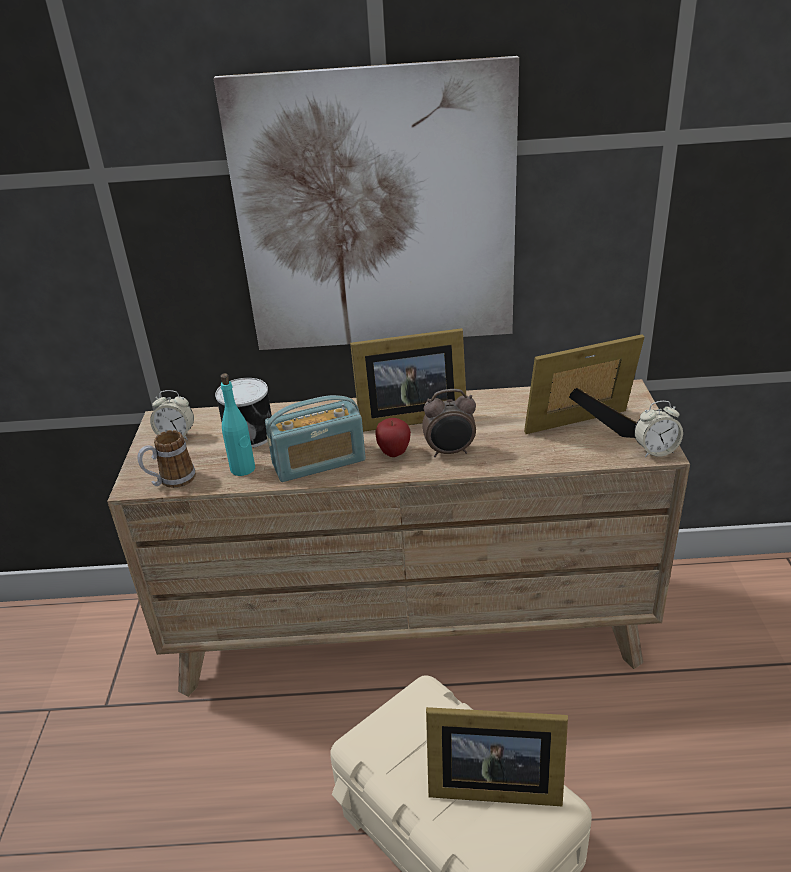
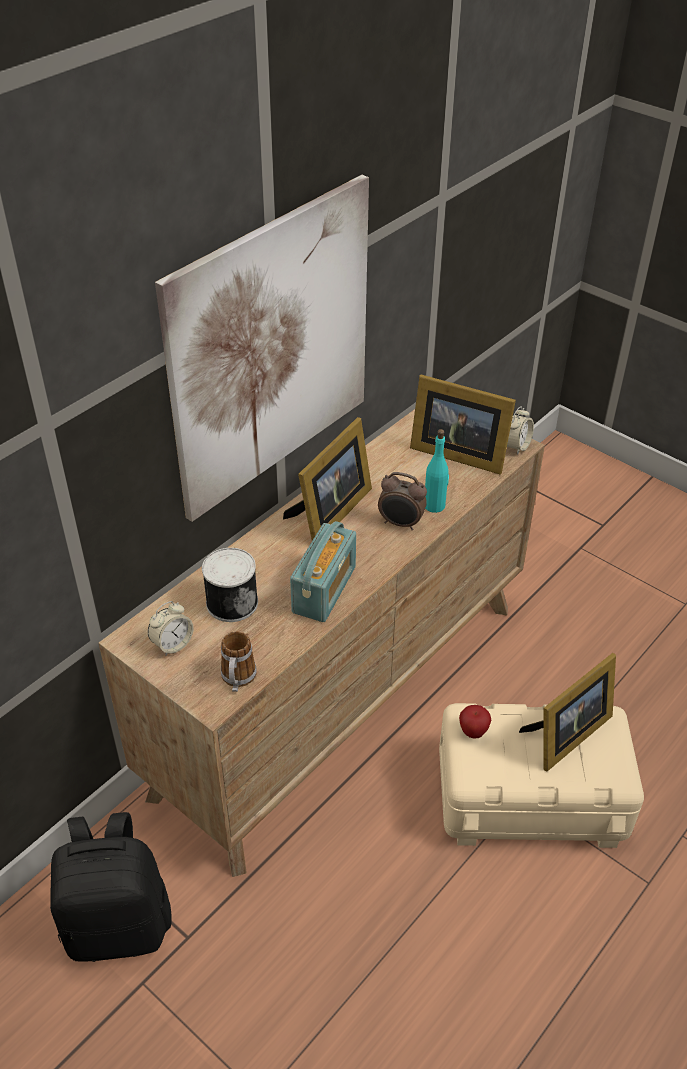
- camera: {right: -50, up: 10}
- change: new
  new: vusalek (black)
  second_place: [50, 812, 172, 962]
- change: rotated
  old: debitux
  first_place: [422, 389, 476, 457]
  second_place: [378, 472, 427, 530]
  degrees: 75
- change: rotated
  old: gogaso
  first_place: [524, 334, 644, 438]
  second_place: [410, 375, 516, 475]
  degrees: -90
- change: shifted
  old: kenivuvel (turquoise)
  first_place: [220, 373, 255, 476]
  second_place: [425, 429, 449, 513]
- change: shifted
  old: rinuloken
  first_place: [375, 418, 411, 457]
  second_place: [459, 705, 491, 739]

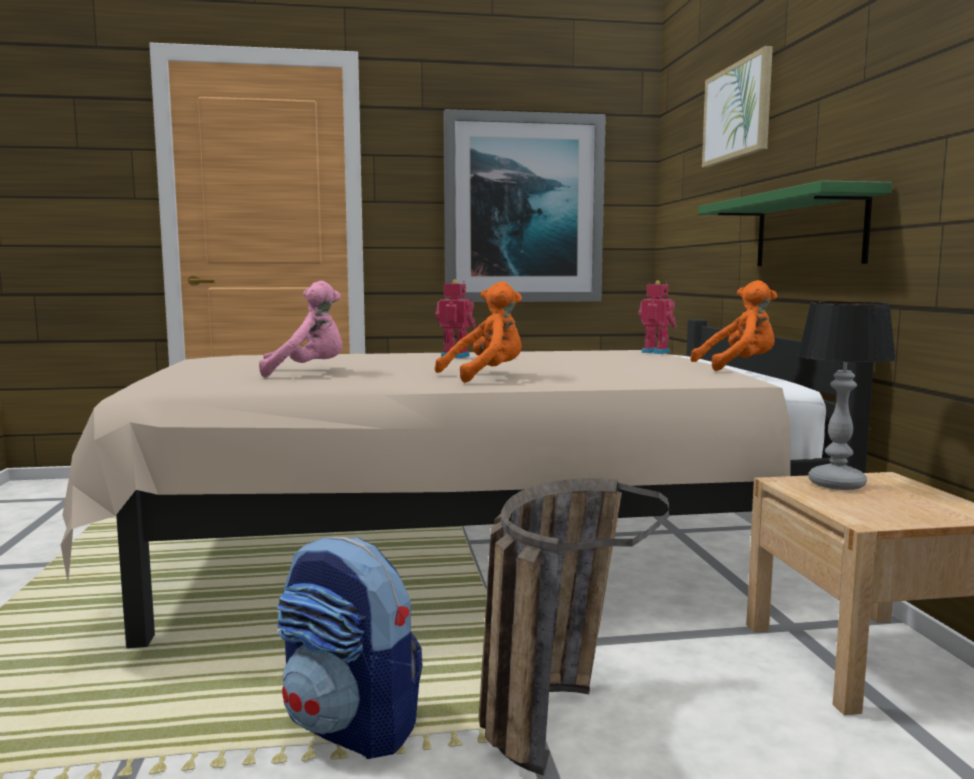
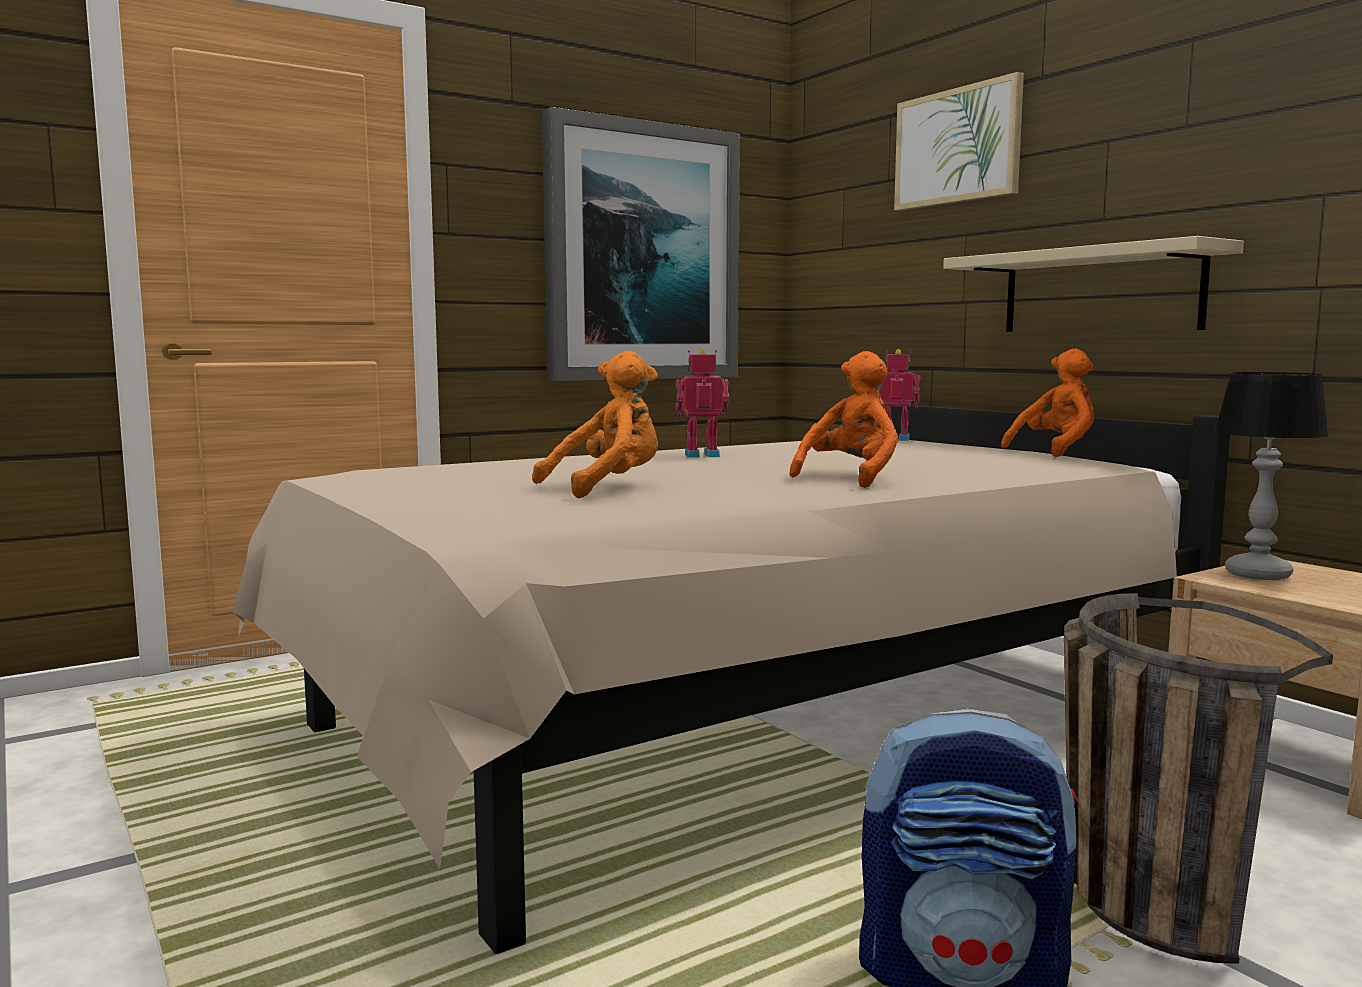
- camera: {right: -25, up: 0}
- change: repainted
  old: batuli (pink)
  new: batuli (orange)
  first_place: [259, 281, 343, 377]
  second_place: [532, 351, 658, 498]
- change: repainted
  old: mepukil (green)
  new: mepukil (beige)
  first_place: [698, 180, 892, 266]
  second_place: [943, 236, 1244, 332]

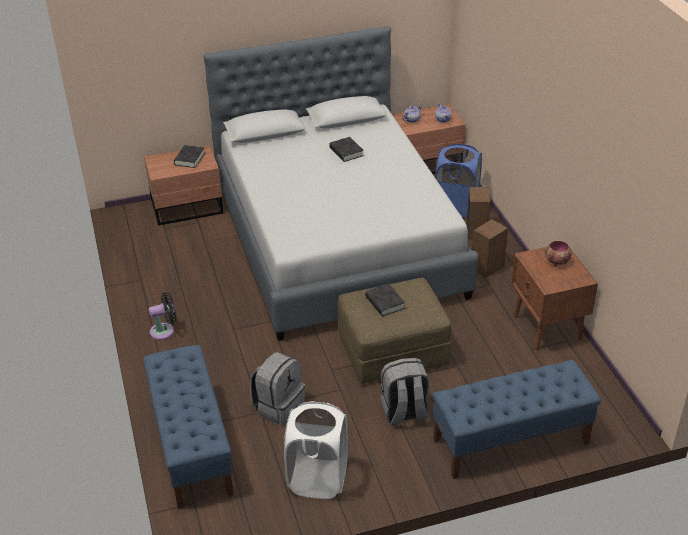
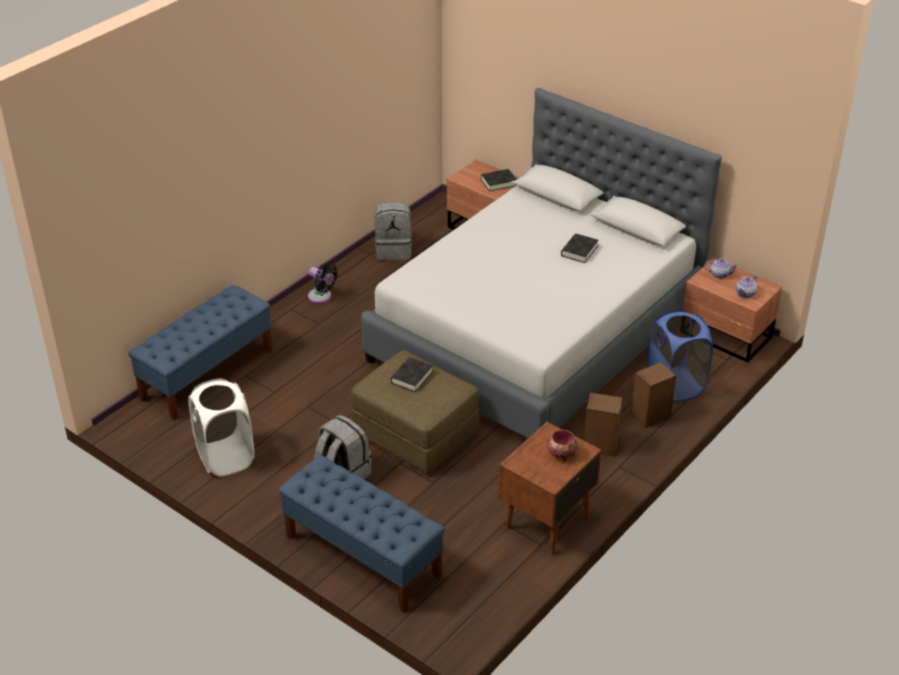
- camera: {right: 55, up: 0}
- change: shifted
  old: vusalek (grey)
  first_place: [250, 352, 305, 426]
  second_place: [375, 201, 412, 260]

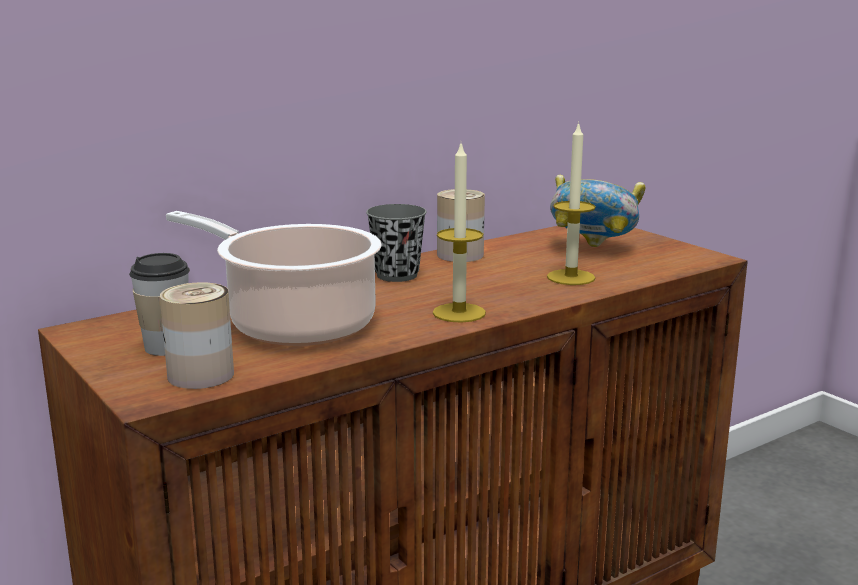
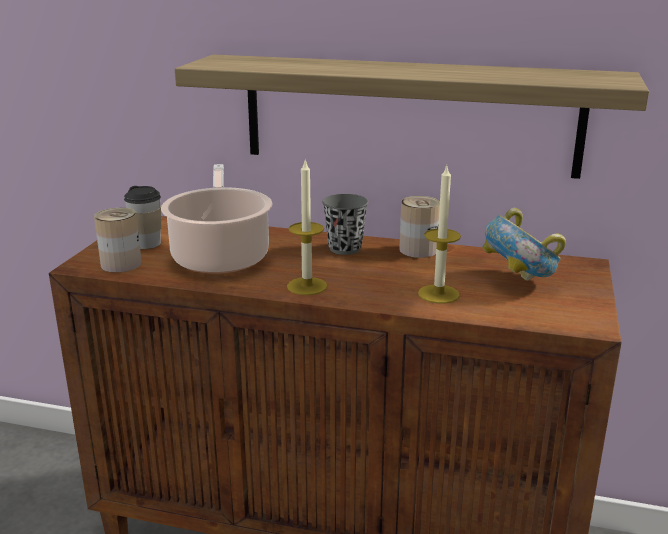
- camera: {right: 50, up: 5}
- change: new
  new: mepukil
  second_place: [175, 55, 649, 179]

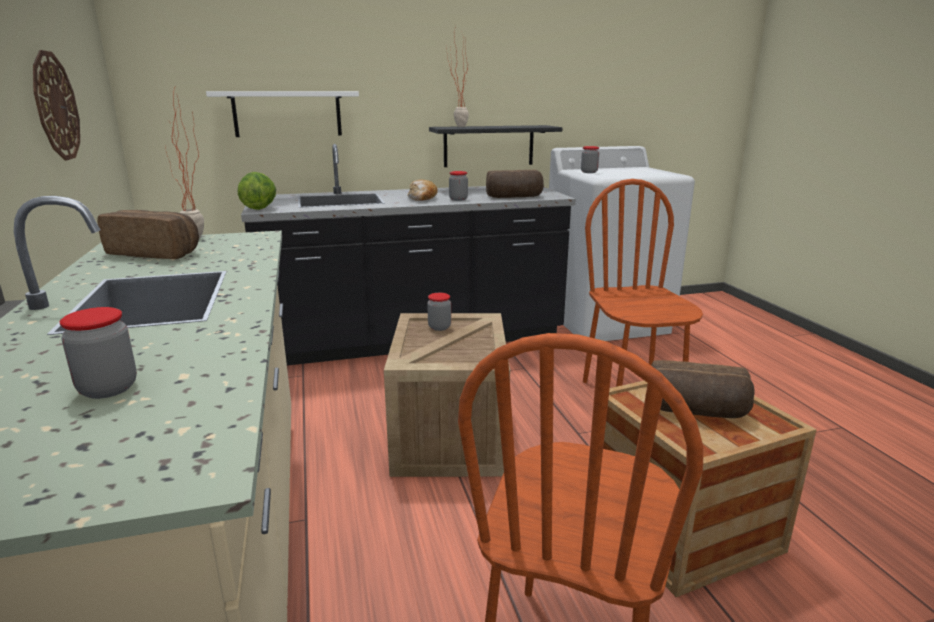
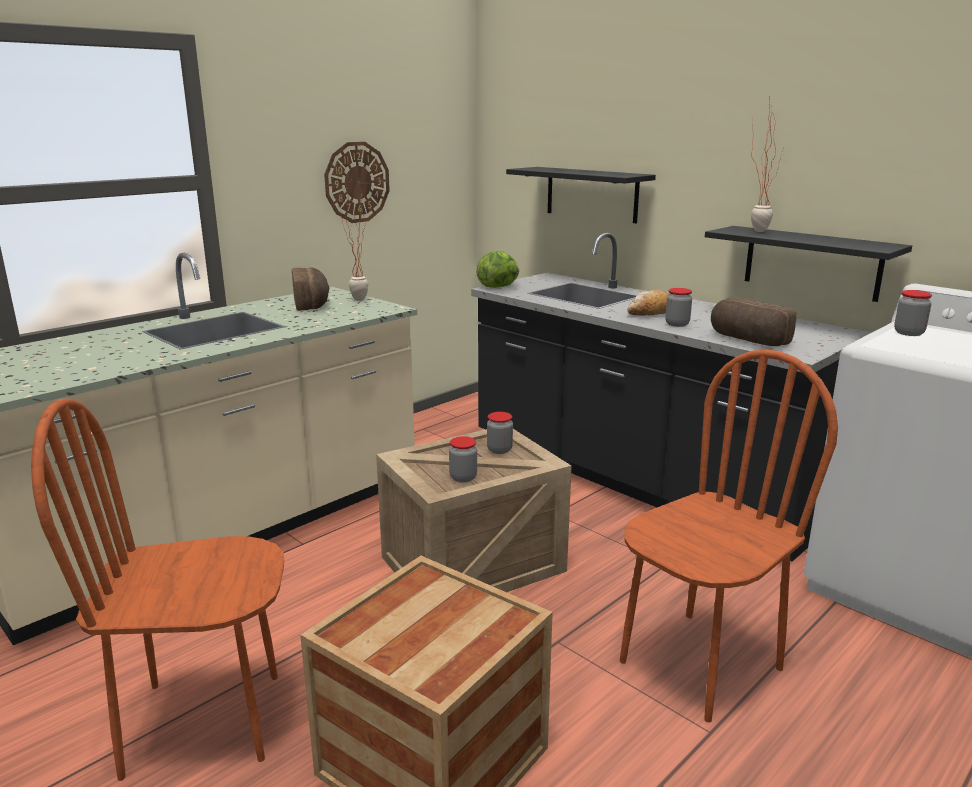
- camera: {right: 60, up: 0}
- change: shifted
  old: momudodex
  first_place: [60, 307, 137, 399]
  second_place: [449, 436, 477, 482]
- change: repainted
  old: mepukil (white)
  new: mepukil (black)
  first_place: [206, 91, 359, 137]
  second_place: [506, 167, 656, 223]
- change: gone
  old: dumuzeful
  first_place: [651, 360, 755, 418]

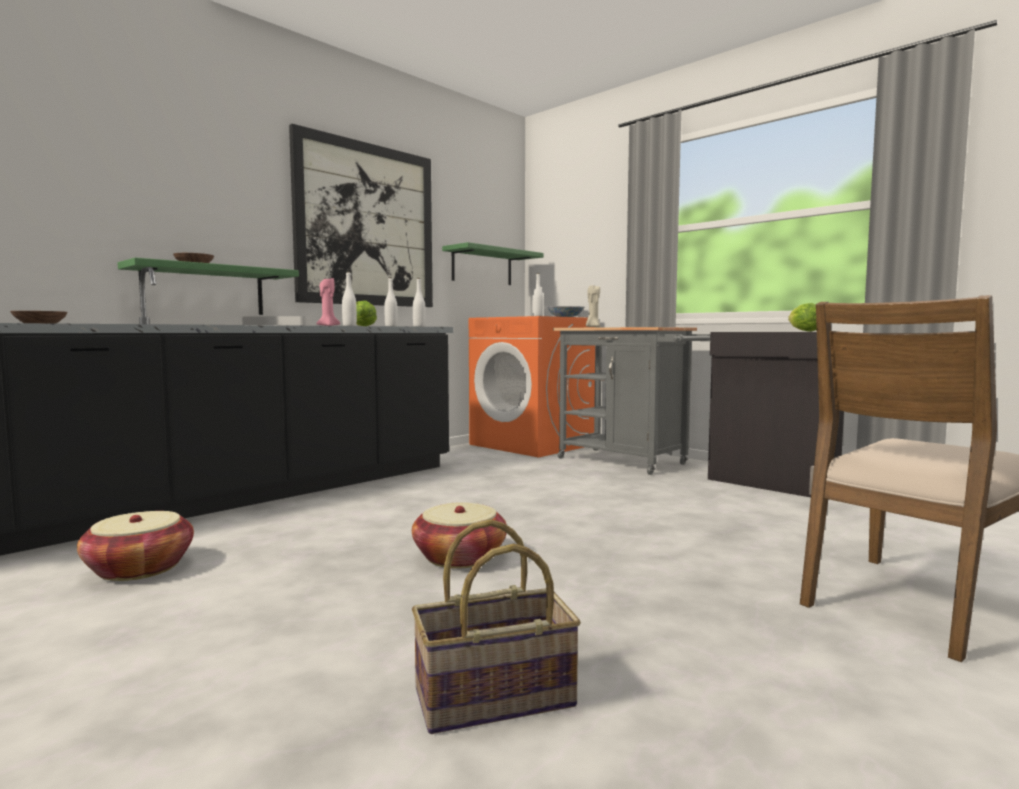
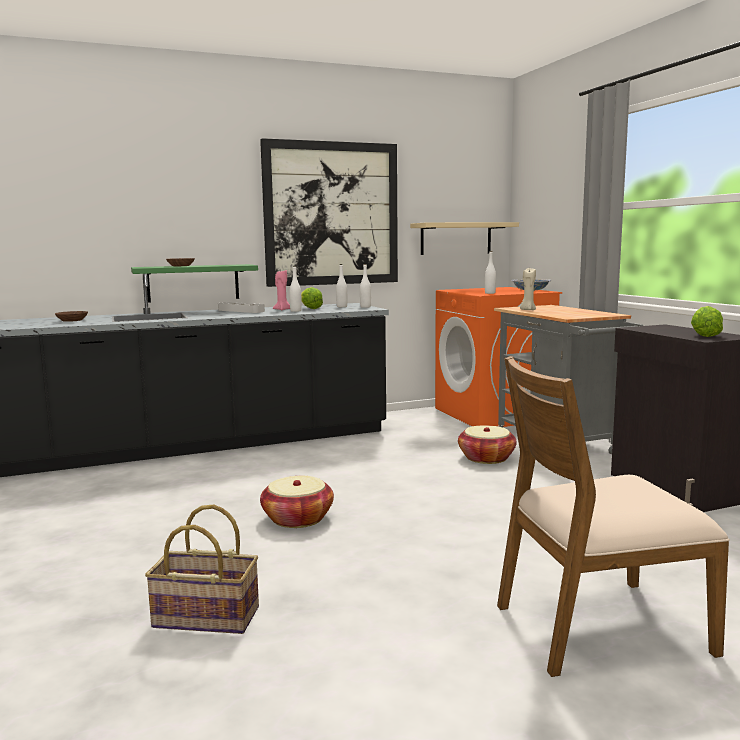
- camera: {right: 25, up: 5}
- change: repainted
  old: mepukil (green)
  new: mepukil (beige)
  first_place: [442, 242, 543, 285]
  second_place: [410, 222, 519, 255]
- change: shifted
  old: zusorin
  first_place: [77, 511, 194, 581]
  second_place: [458, 426, 517, 464]

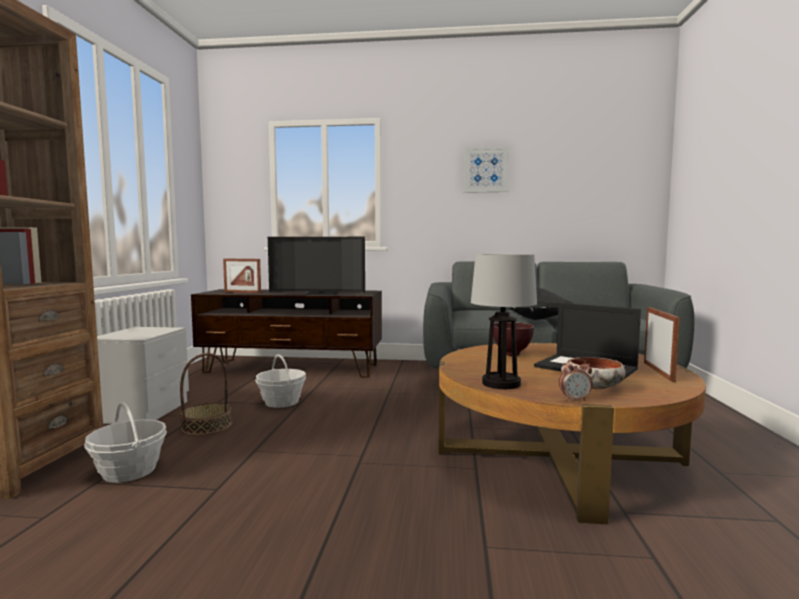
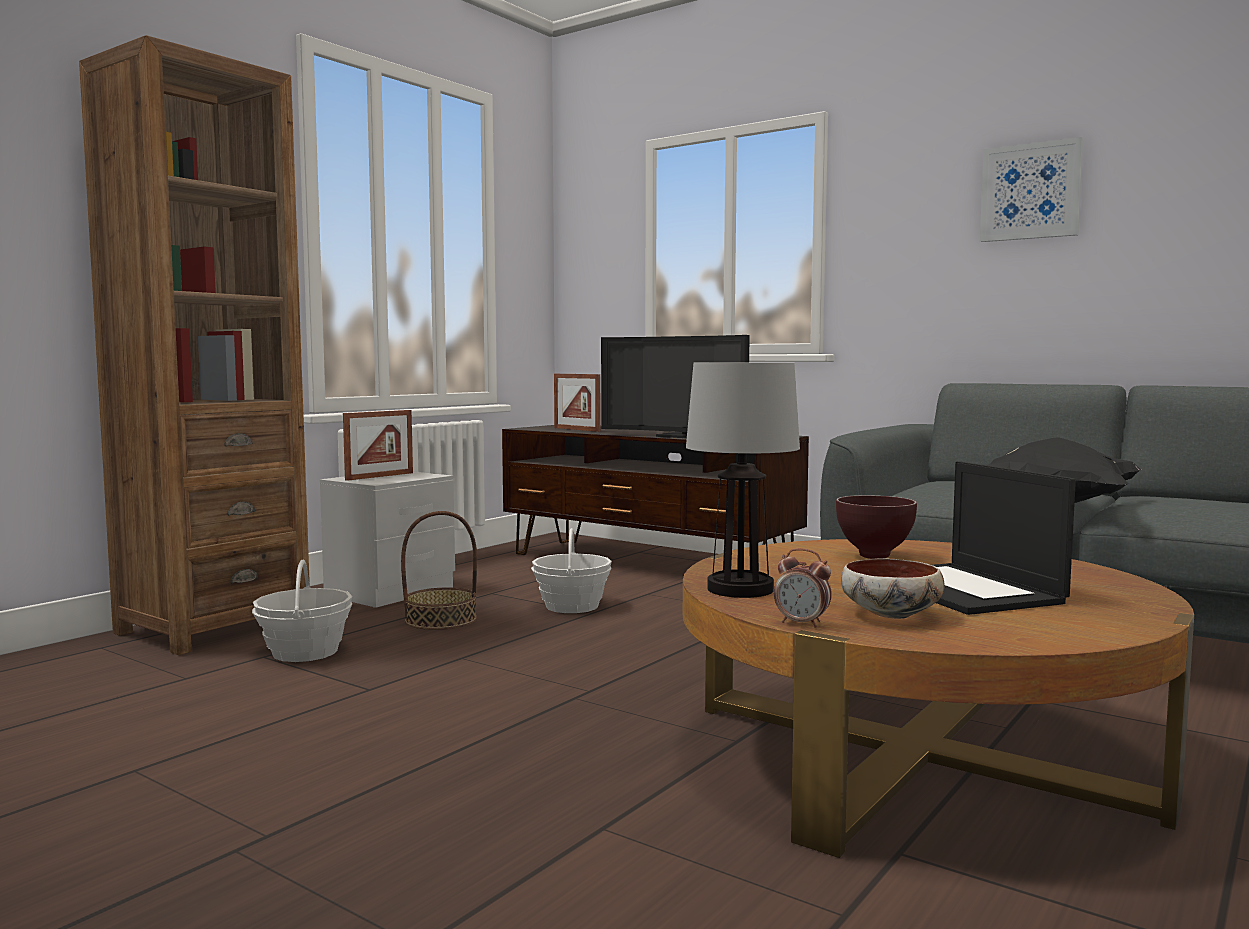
- camera: {right: 30, up: 0}
- change: shifted
  old: gogaso
  first_place: [644, 307, 680, 382]
  second_place: [343, 410, 413, 481]

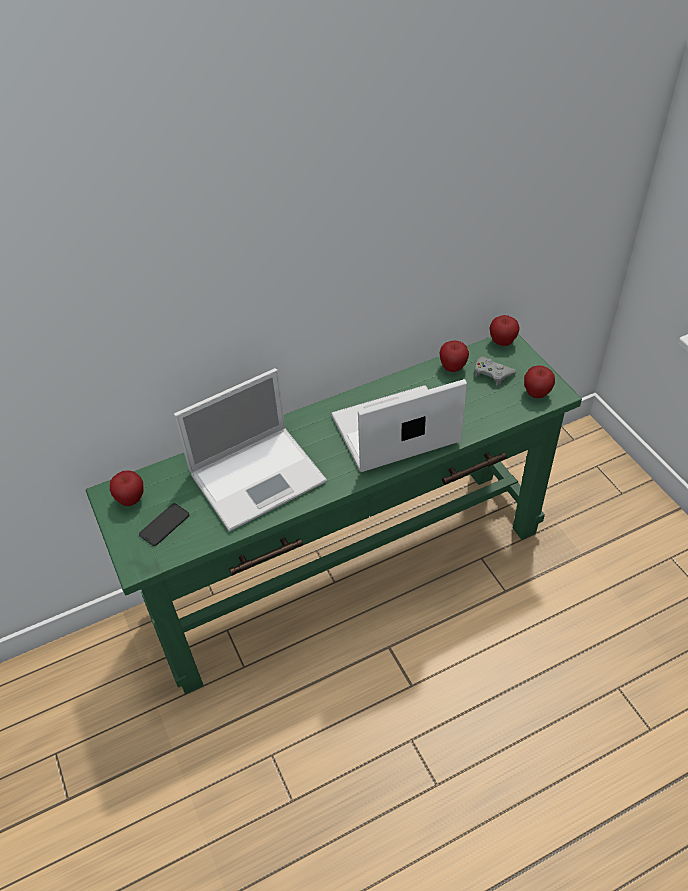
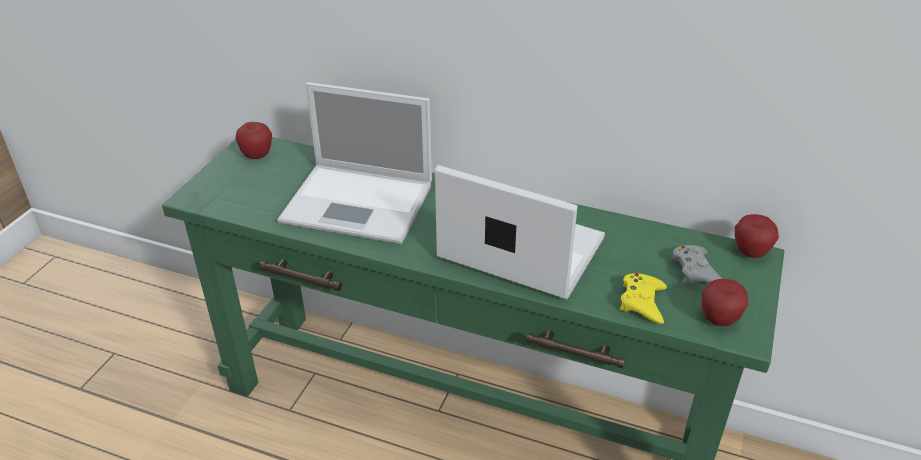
- camera: {right: 45, up: -10}
- change: new
  new: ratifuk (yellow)
  second_place: [620, 273, 667, 324]
- change: gone
  old: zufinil
  first_place: [139, 503, 189, 546]
- change: gone
  old: rinuloken
  first_place: [439, 340, 469, 372]

